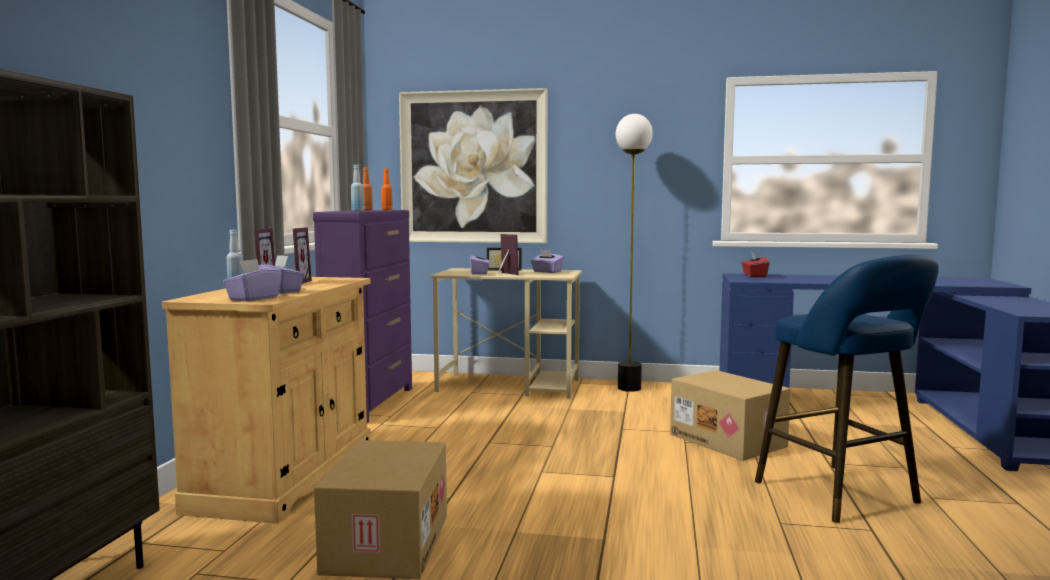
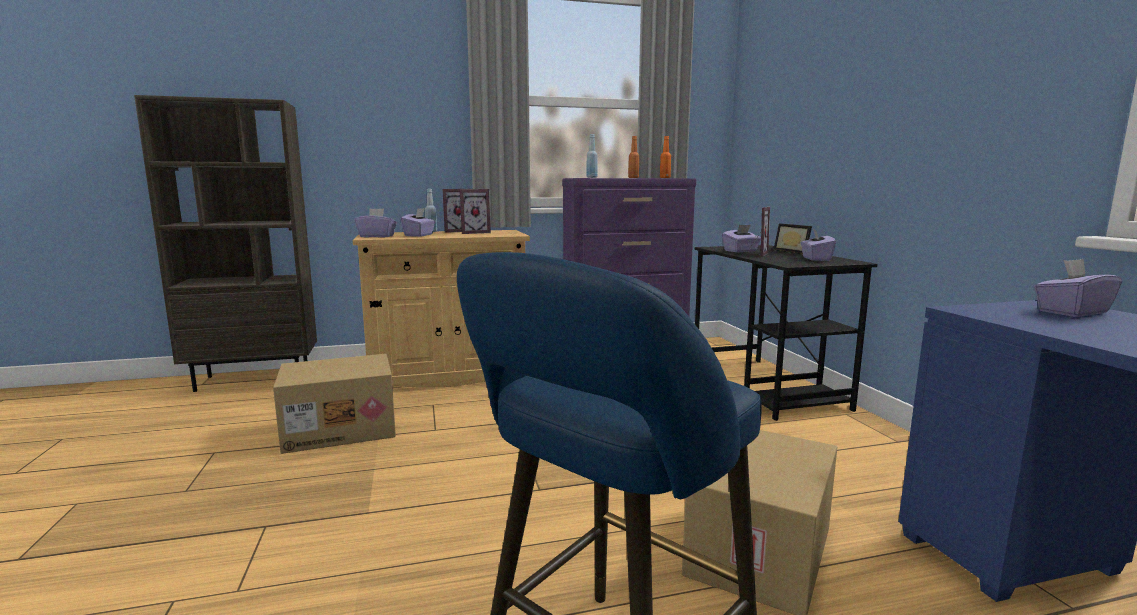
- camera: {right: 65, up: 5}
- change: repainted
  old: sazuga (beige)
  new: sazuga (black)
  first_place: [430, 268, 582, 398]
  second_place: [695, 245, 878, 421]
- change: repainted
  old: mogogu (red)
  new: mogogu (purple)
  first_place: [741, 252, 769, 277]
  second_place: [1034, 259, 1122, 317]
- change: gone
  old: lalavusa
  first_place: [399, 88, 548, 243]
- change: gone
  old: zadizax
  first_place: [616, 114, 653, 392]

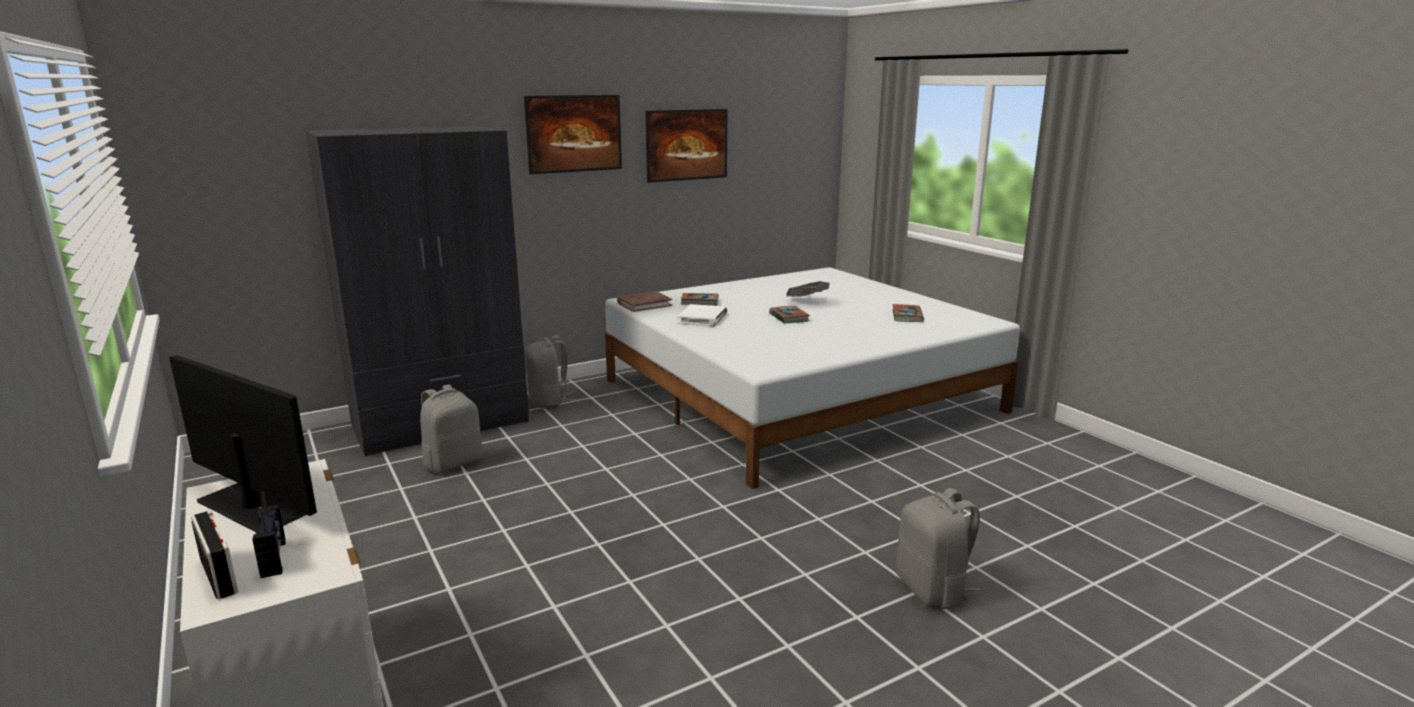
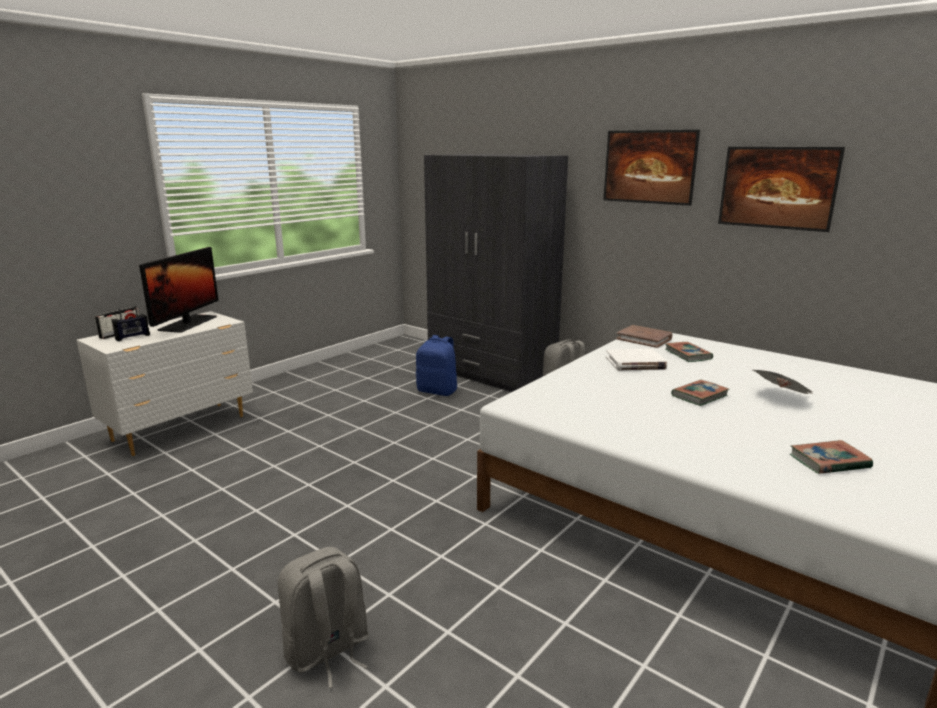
- camera: {right: 70, up: 0}
- change: repainted
  old: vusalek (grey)
  new: vusalek (blue)
  first_place: [420, 384, 482, 474]
  second_place: [416, 335, 457, 396]

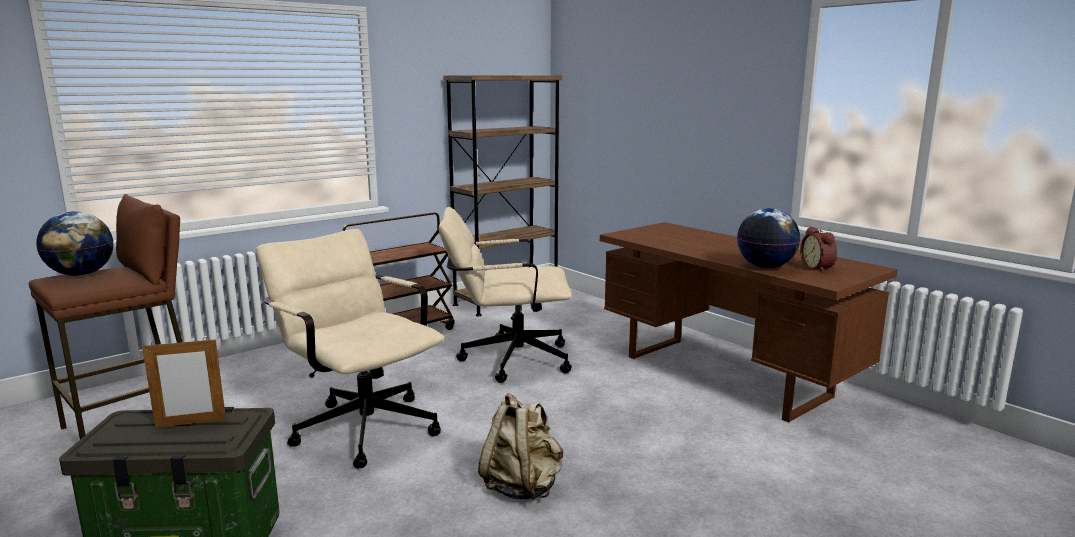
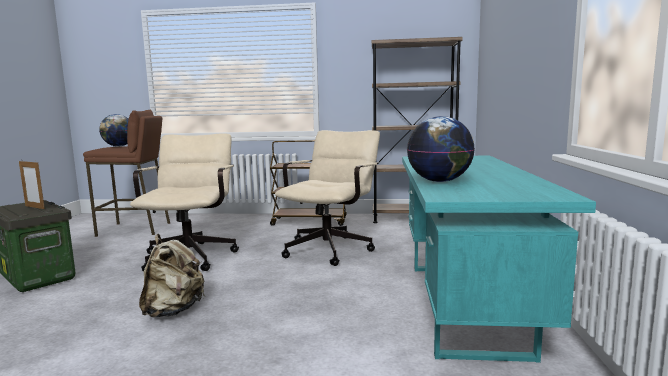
- camera: {right: 45, up: -5}
- change: rotated
  old: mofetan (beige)
  first_place: [439, 207, 572, 383]
  second_place: [275, 130, 380, 266]
  degrees: 75
- change: repainted
  old: sazuga (brown)
  new: sazuga (turquoise)
  first_place: [600, 222, 898, 423]
  second_place: [402, 155, 596, 363]
- change: gone
  old: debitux
  first_place: [800, 226, 837, 272]

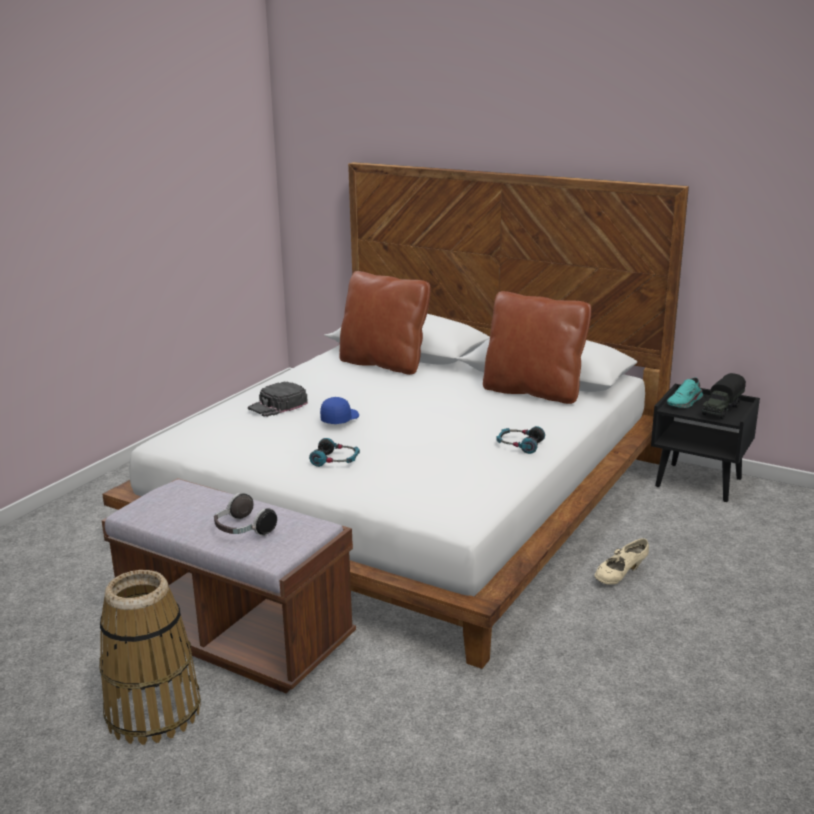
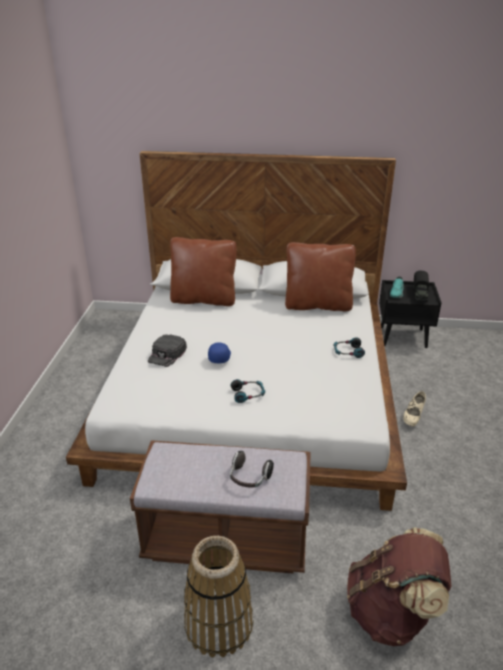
- camera: {right: -25, up: 10}
- change: new
  new: vusalek (brown)
  second_place: [347, 527, 451, 646]

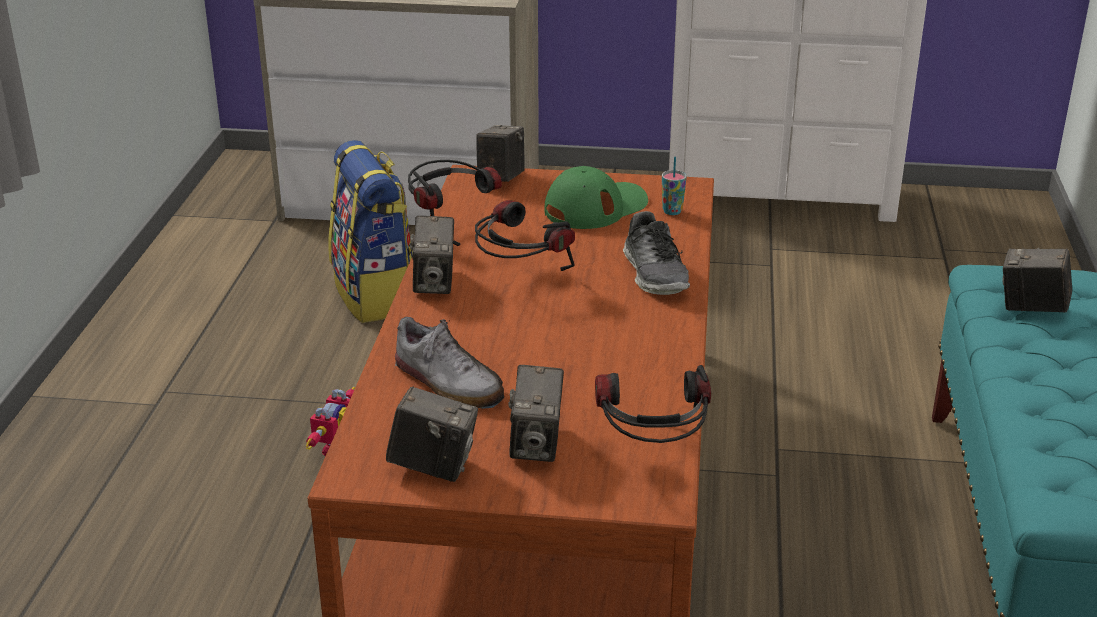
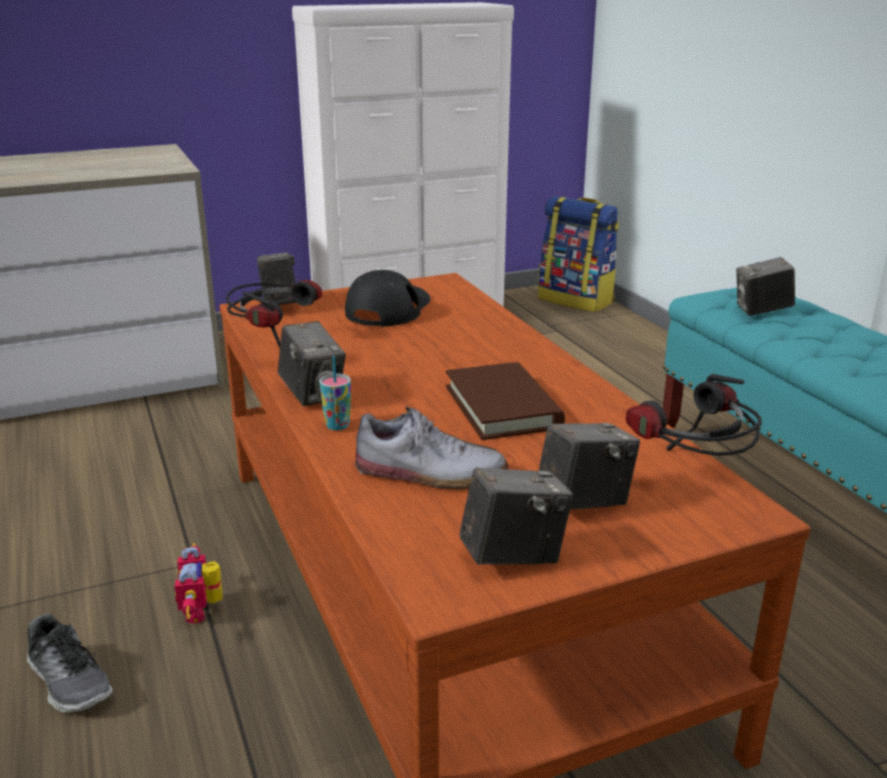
- camera: {right: -30, up: -5}
- change: shifted
  old: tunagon
  first_place: [623, 211, 690, 295]
  second_place: [27, 614, 112, 713]
- change: shifted
  old: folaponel
  first_place: [662, 157, 687, 215]
  second_place: [319, 356, 351, 430]
- change: repainted
  old: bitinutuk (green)
  new: bitinutuk (black)
  first_place: [545, 166, 648, 229]
  second_place: [345, 270, 431, 327]
- change: new
  new: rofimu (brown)
  second_place: [446, 362, 565, 440]
- change: shifted
  old: vusalek
  first_place: [328, 140, 413, 323]
  second_place: [538, 196, 619, 312]
- change: rotated
  old: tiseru
  first_place: [509, 365, 564, 462]
  second_place: [539, 423, 640, 509]
  degrees: -90
- change: gone
  old: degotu
  first_place: [475, 200, 575, 271]

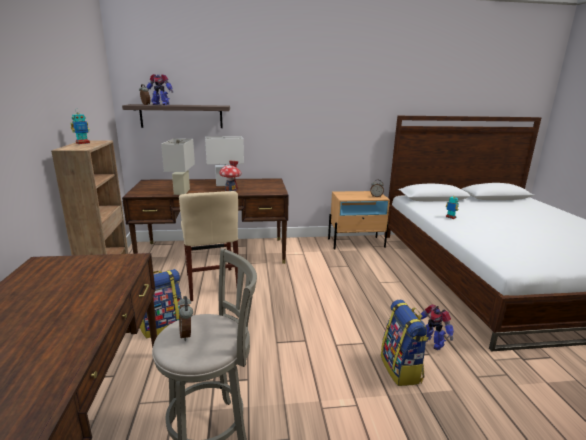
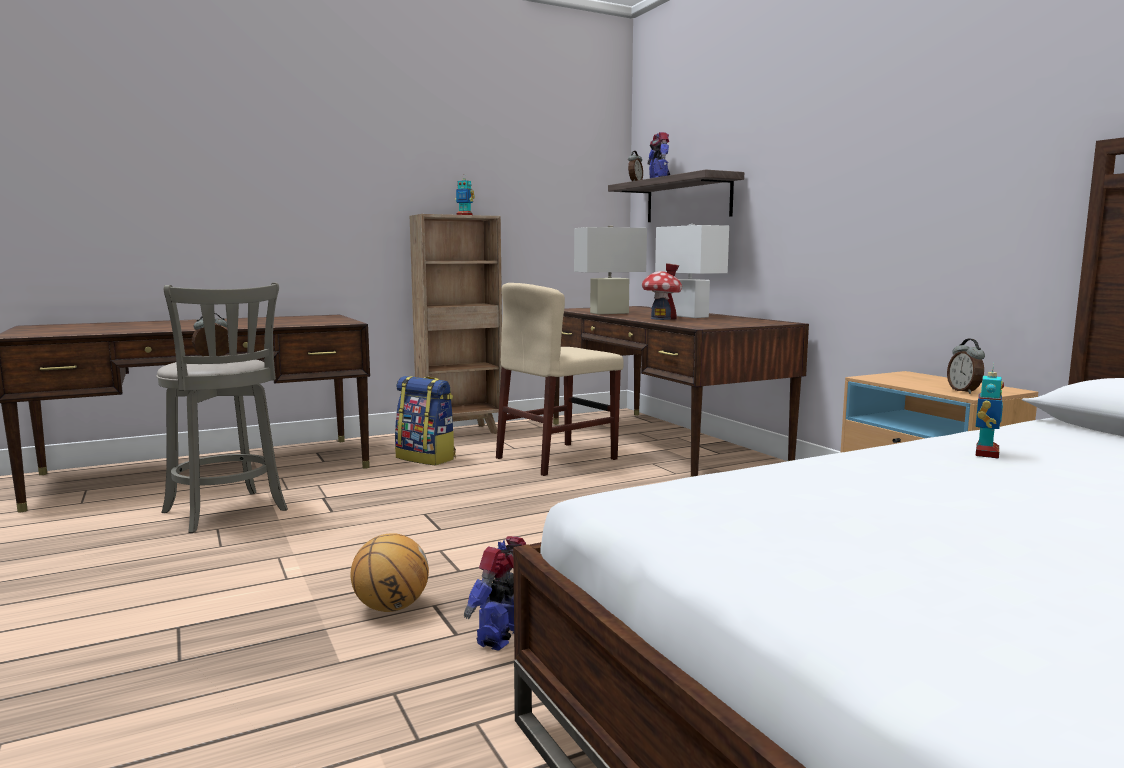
- camera: {right: 70, up: -10}
- change: swapped
  old: vusalek
  new: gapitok
  first_place: [381, 300, 428, 386]
  second_place: [350, 533, 429, 612]

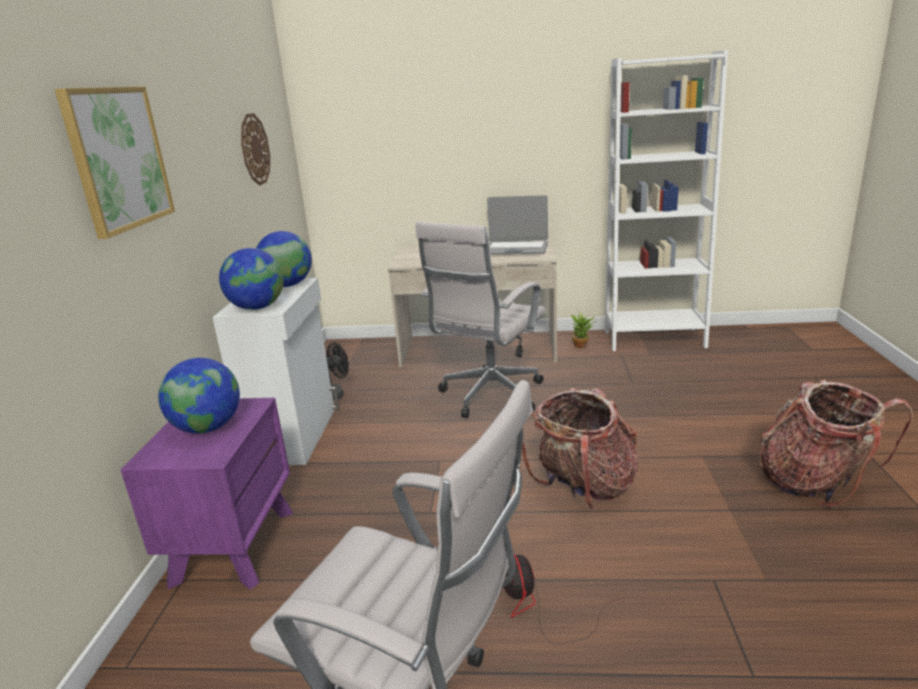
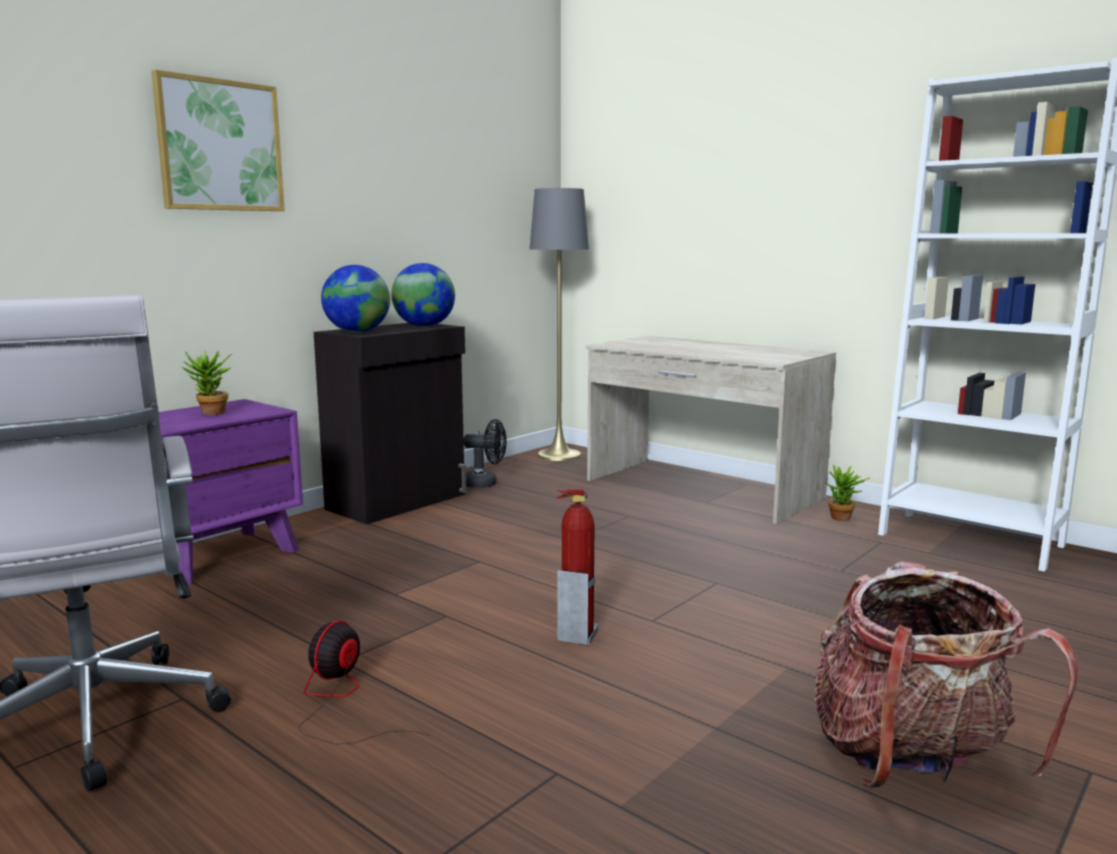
- camera: {right: 35, up: -10}
- change: swapped
  old: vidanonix
  new: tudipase
  first_place: [158, 358, 240, 433]
  second_place: [181, 350, 232, 415]
- change: repainted
  old: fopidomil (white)
  new: fopidomil (black)
  first_place: [212, 278, 339, 465]
  second_place: [314, 323, 467, 524]
- change: new
  new: zadizax (grey)
  second_place: [530, 187, 589, 461]
- change: swapped
  old: vusalek
  new: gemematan
  first_place: [522, 388, 638, 511]
  second_place: [556, 489, 598, 645]
- change: gone
  old: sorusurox
  first_place: [241, 113, 270, 185]
- change: gone
  old: mofetan (white)
  first_place: [415, 221, 546, 418]
- change: gone
  old: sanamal
  first_place: [487, 195, 548, 254]

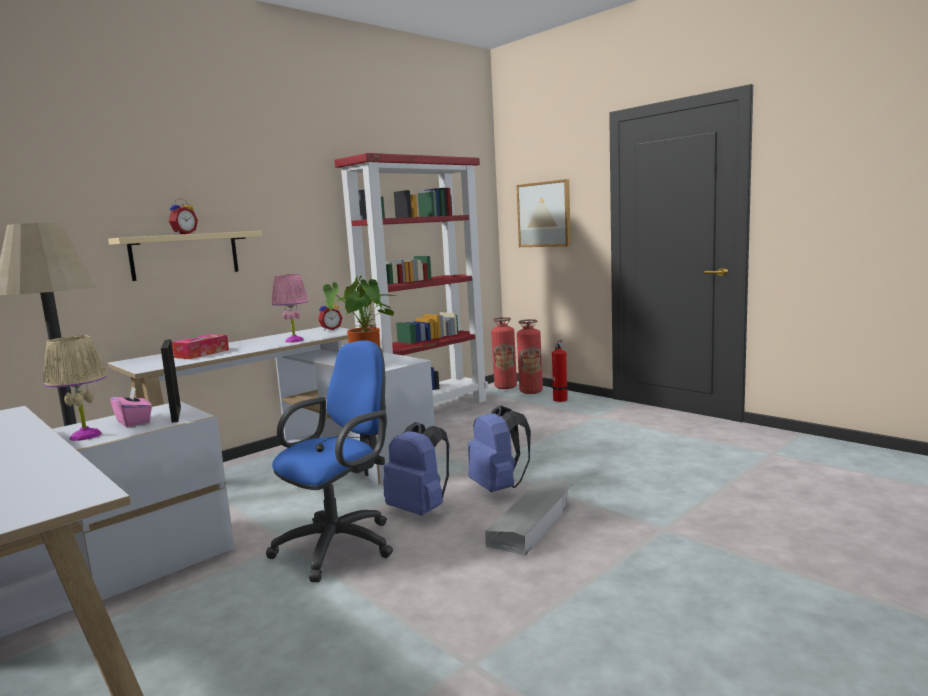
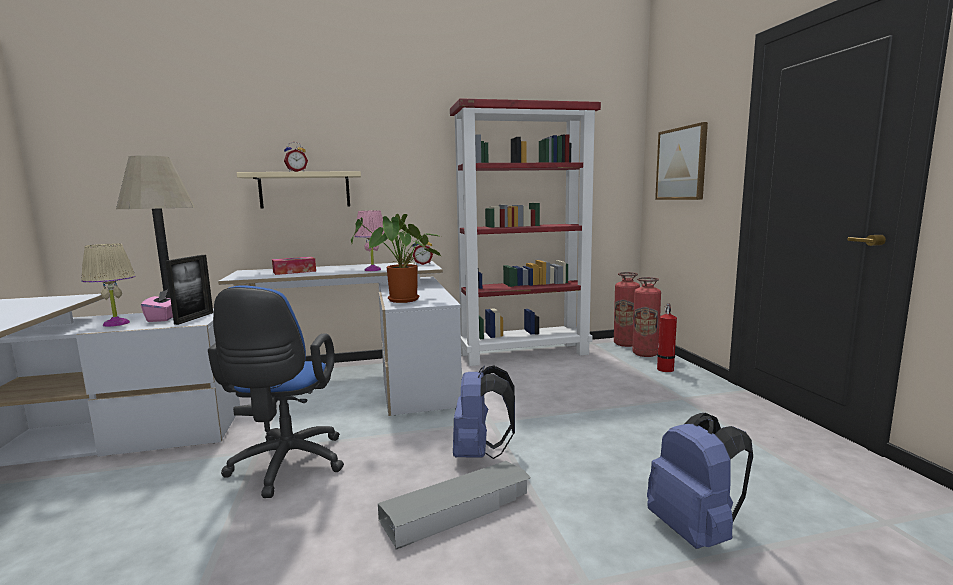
- camera: {right: 30, up: 0}
- change: rotated
  old: mofetan (blue)
  first_place: [266, 340, 393, 582]
  second_place: [208, 286, 344, 498]
  degrees: 105
- change: shifted
  old: vusalek (blue)
  first_place: [383, 422, 449, 515]
  second_place: [647, 413, 753, 549]

